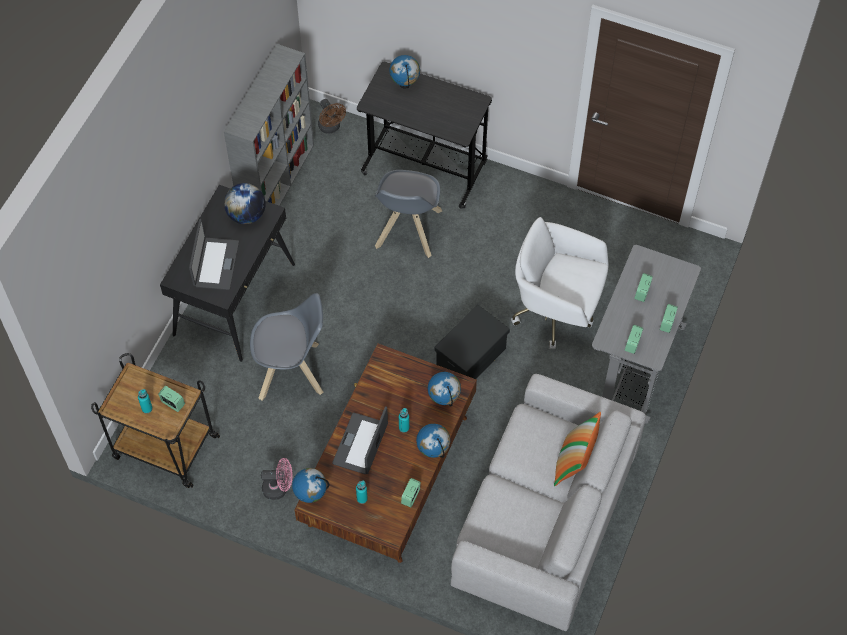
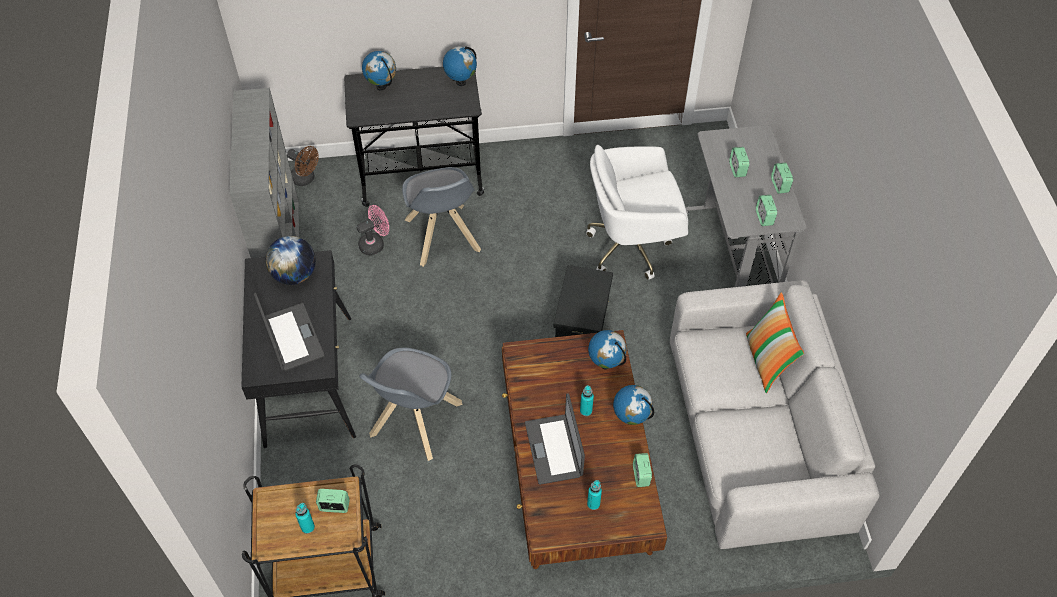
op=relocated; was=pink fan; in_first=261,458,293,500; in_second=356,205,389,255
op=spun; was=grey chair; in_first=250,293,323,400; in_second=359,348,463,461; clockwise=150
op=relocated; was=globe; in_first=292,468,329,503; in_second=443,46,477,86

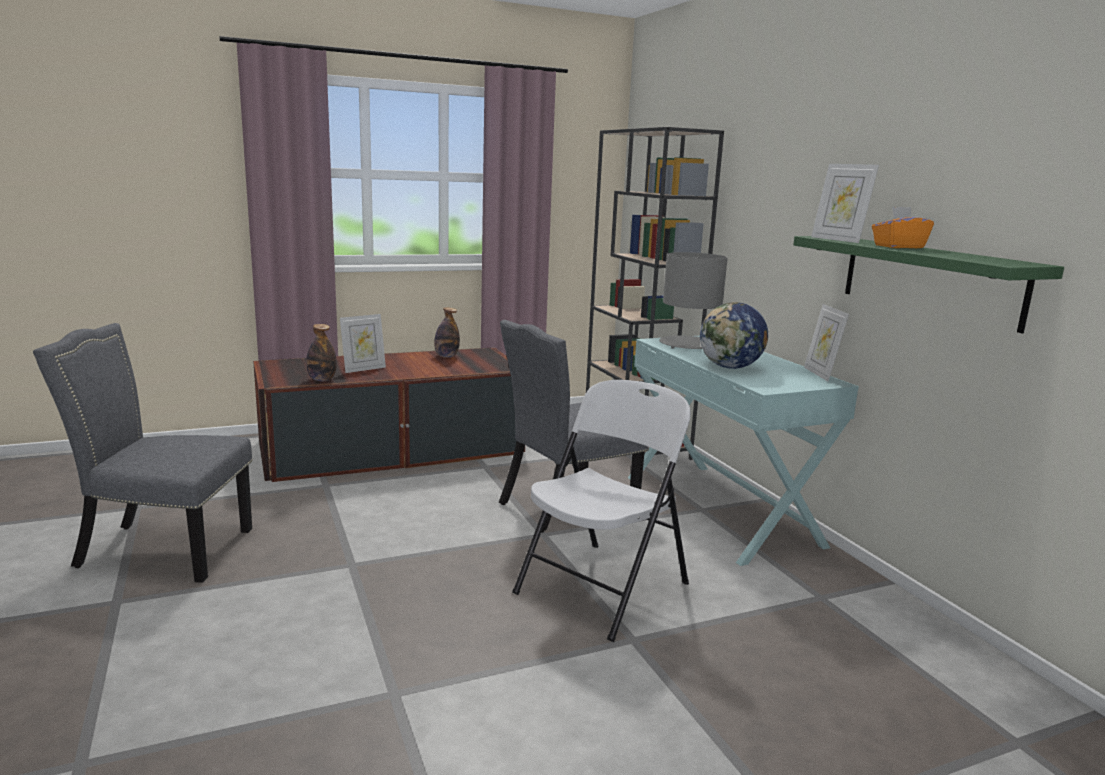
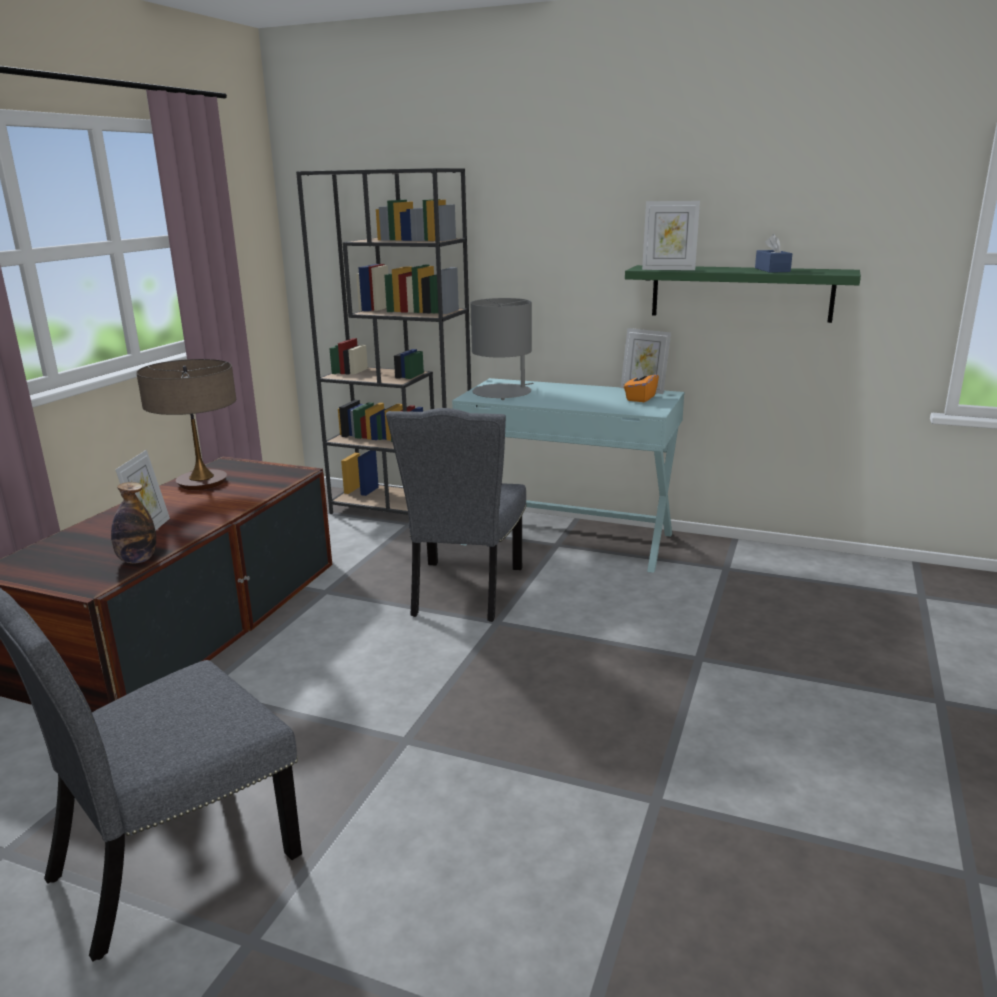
op=exchanged; was=bottle; now=table lamp; in_first=434,307,460,358; in_second=136,359,236,490
op=relocated; was=orange tissue box; in_first=872,207,934,248; in_second=624,367,659,402
op=appeared; now=blue tissue box; in_second=755,234,792,273
op=missing; was=white chair; in_first=512,380,691,642
op=missing; was=globe; in_first=700,302,768,369

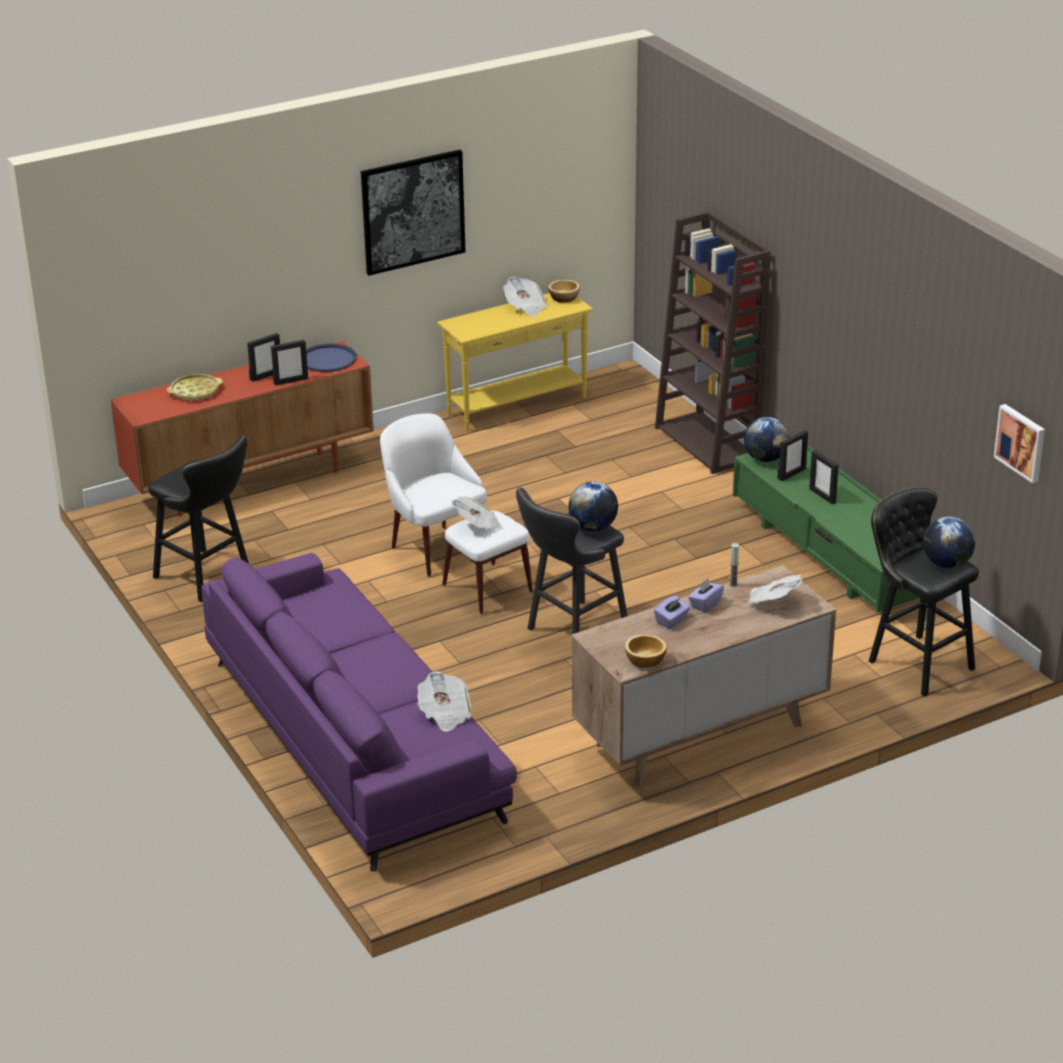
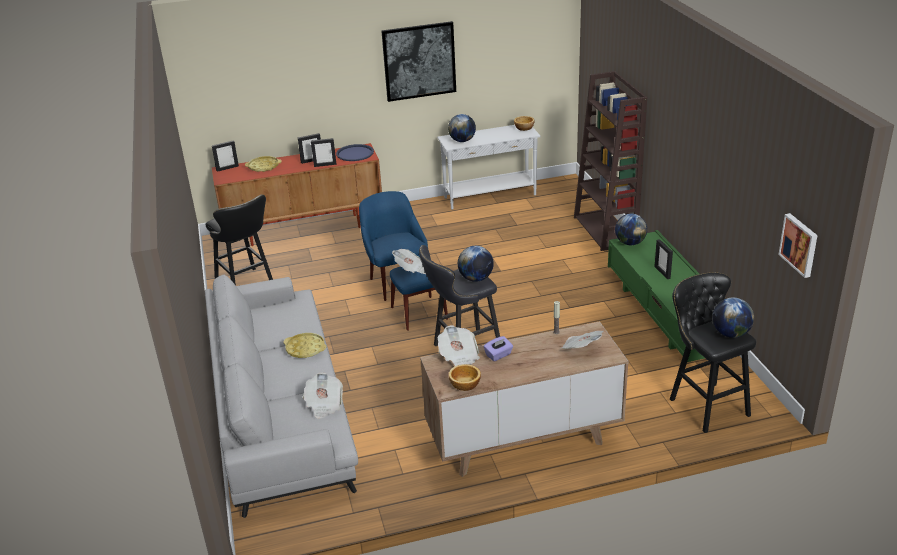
op=colour; was=purple sofa; now=grey sofa; in_first=201,553,517,872; in_second=205,275,358,518
op=relocated; was=picture frame; in_first=777,430,808,481; in_second=212,140,239,172
op=appeared; now=yellow tray; in_second=284,333,326,358
op=colour; was=white armchair; now=blue armchair; in_first=380,413,533,614; in_second=359,191,448,331
op=colour; was=yellow console table; now=white console table; in_first=437,293,593,432; in_second=437,125,541,210
op=relocated; was=newspaper; in_first=503,277,547,317; in_second=438,325,480,366
op=appeared; now=globe; in_second=448,114,476,142
op=missing; was=purple tissue box; in_first=688,579,724,612

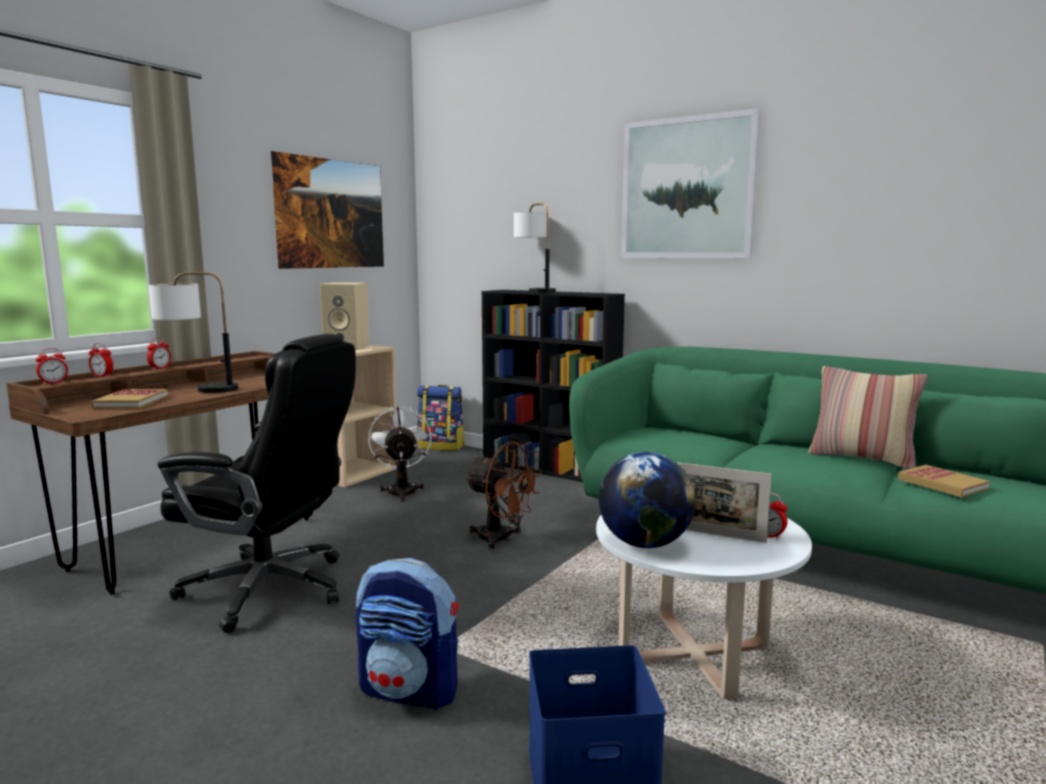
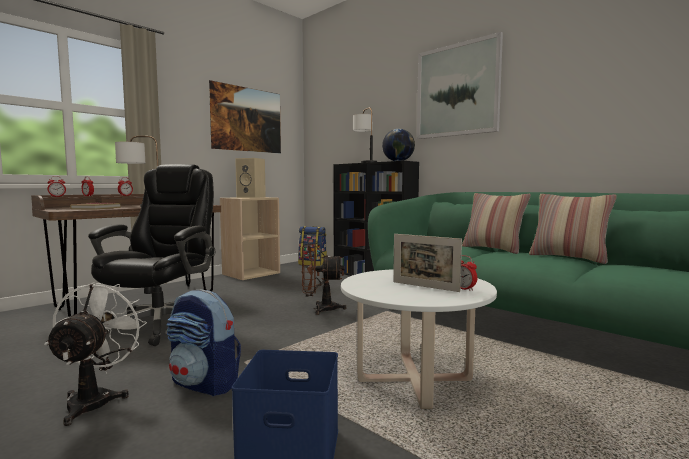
op=relocated; was=white fan; in_first=368,407,432,502; in_second=44,282,147,426
op=spun; was=black office chair; in_first=157,334,356,633; in_second=88,164,215,346; clockwise=-105
op=spun; was=brown fan; in_first=464,442,542,550; in_second=302,243,346,315; clockwise=135
op=relocated; was=globe; in_first=599,452,695,548; in_second=382,129,415,161
op=appeared; now=pillow; in_second=462,193,531,254
op=missing; was=book; in_first=898,465,990,497

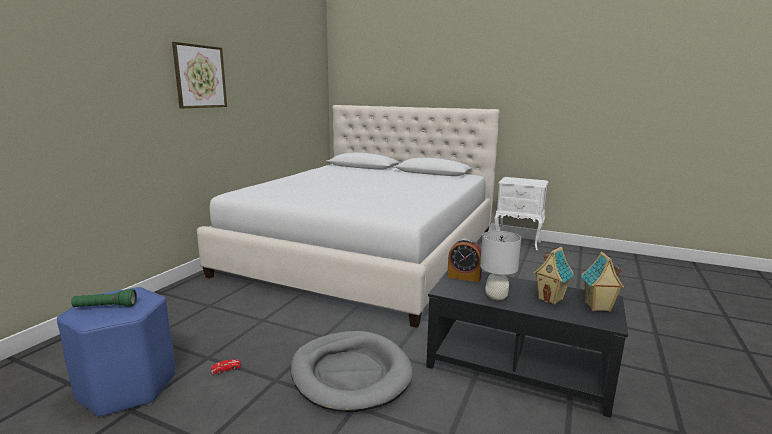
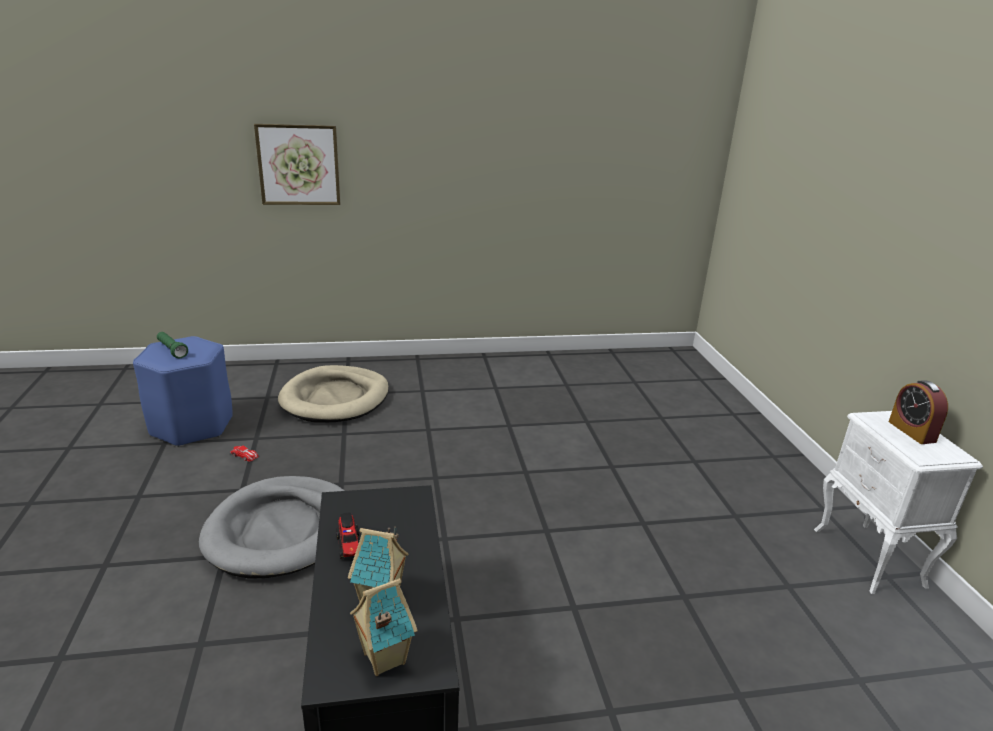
op=relocated; was=picture; in_first=172,42,227,108; in_second=254,124,340,205
op=appeared; now=beige dog bed; in_second=278,365,389,423
op=exchanged; was=grey table lamp; now=toy truck; in_first=480,231,521,300; in_second=336,513,359,559
op=relocated; was=alarm clock; in_first=447,239,482,282; in_second=889,380,948,444
op=missing; was=white bed; in_first=197,105,500,328

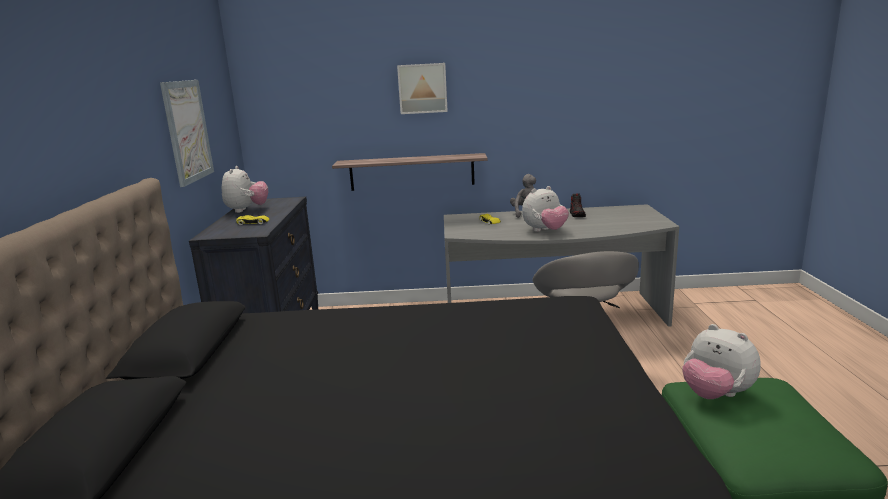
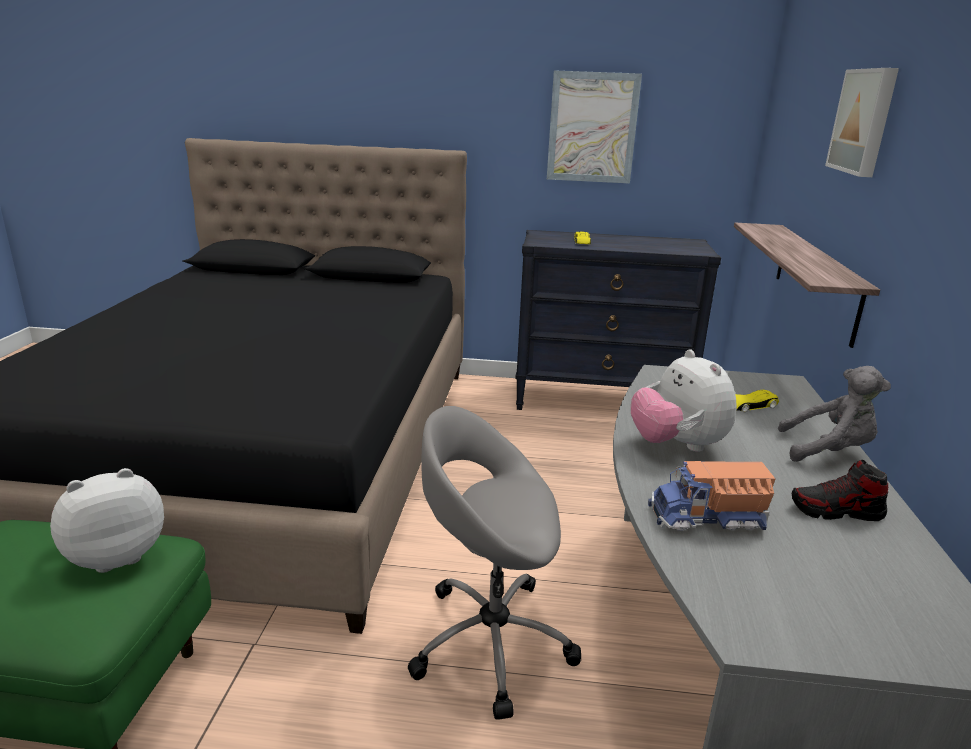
op=appeared; now=toy truck; in_second=648,461,776,531
op=missing; was=plush toy; in_first=222,166,268,213

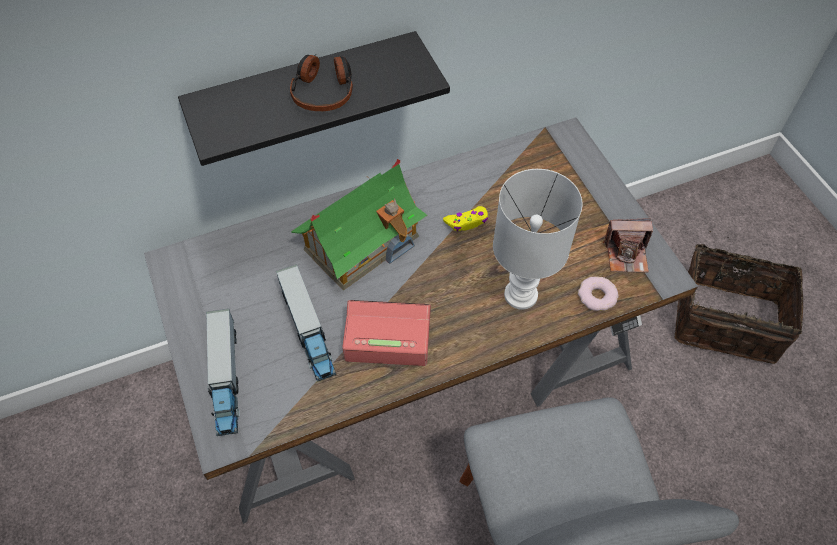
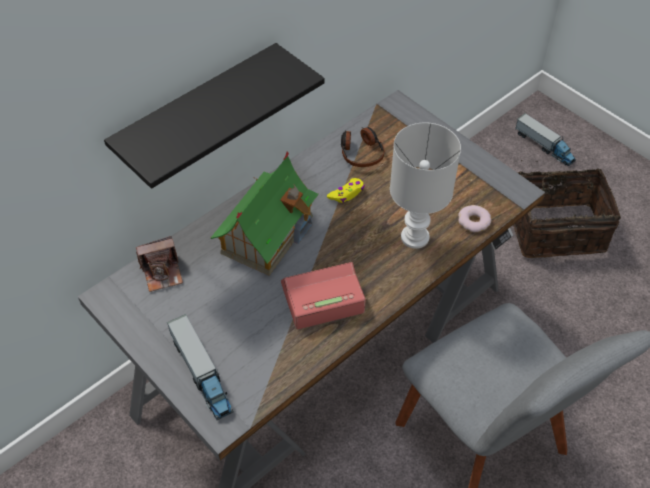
op=relocated; was=photo camera; in_first=603,218,653,273; in_second=136,236,183,292
op=relocated; was=headphones; in_first=290,54,353,111; in_second=341,127,385,167
op=relocated; was=toy truck; in_first=276,264,336,382; in_second=515,113,576,166

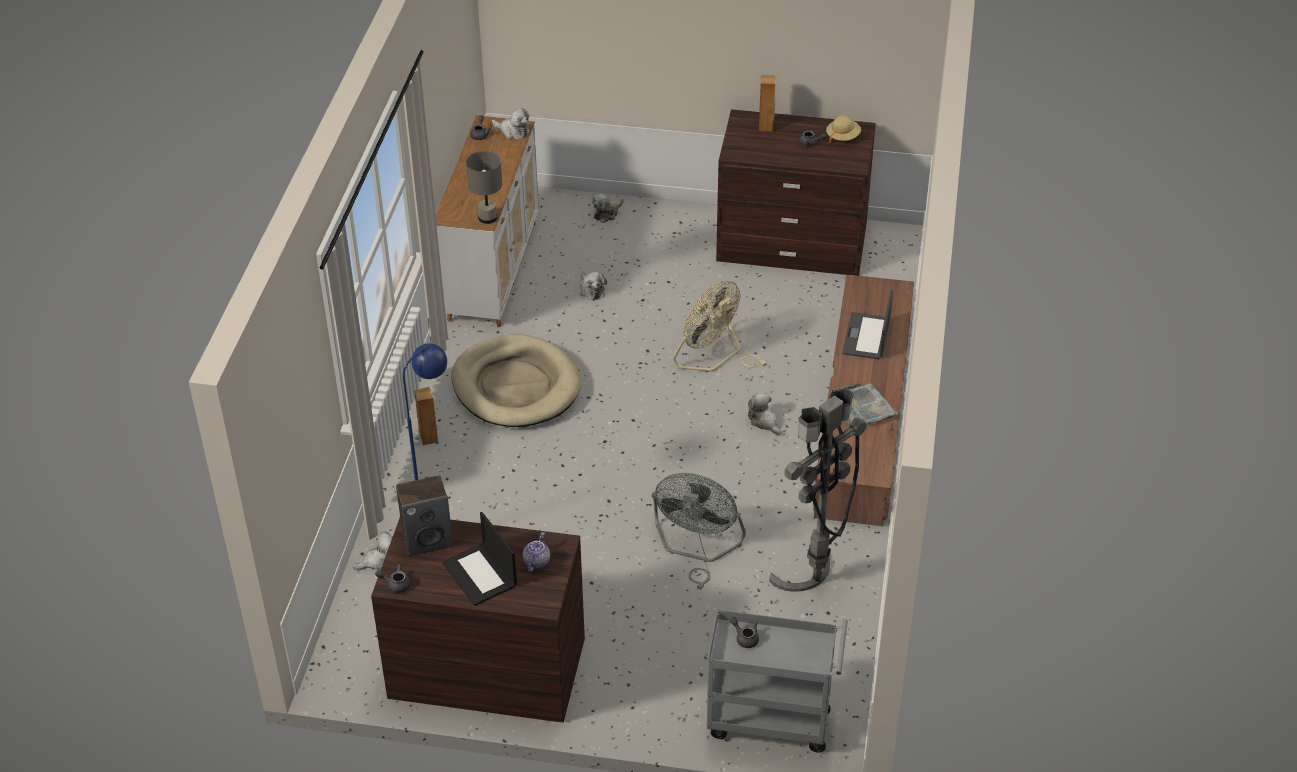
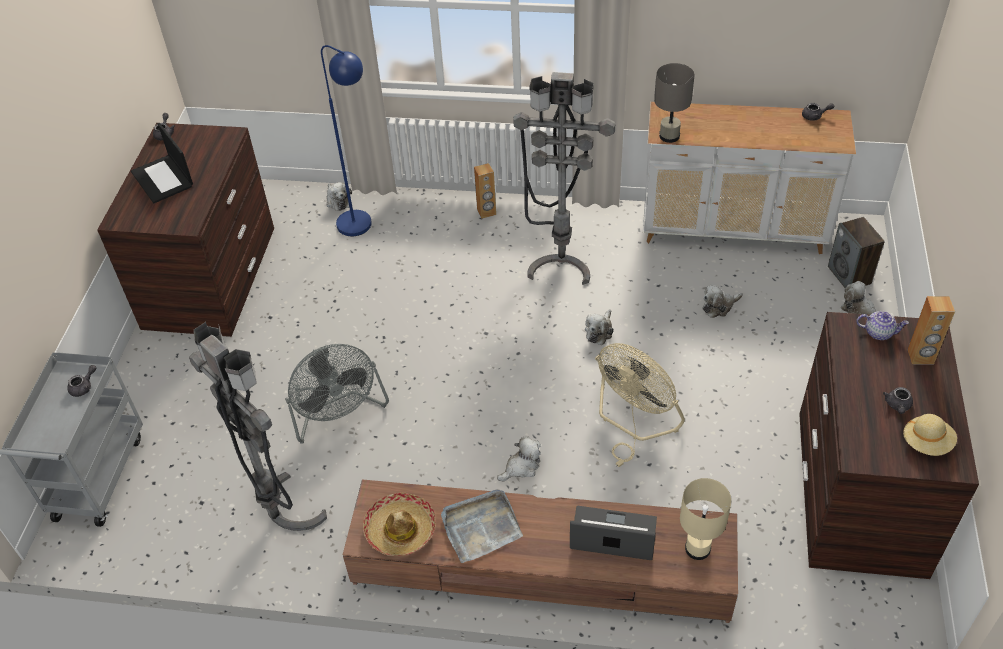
op=spun; was=laptop; in_first=443,512,517,606; in_second=131,123,193,203; clockwise=-90
op=spun; was=grey fan; in_first=651,473,746,590; in_second=285,344,389,444; clockwise=45
op=appeared; now=hat; in_second=363,492,436,556
op=exchanged; was=beige dog bed; now=grey floor lamp; in_first=452,334,581,427; in_second=513,72,615,285
op=relocated; was=plush toy; in_first=492,108,530,139; in_second=585,309,614,345
op=appeared; now=beige table lamp; in_second=680,478,731,560
op=relocated; was=speaker; in_first=396,475,453,556; in_second=828,217,885,288
op=relocated; was=teapot; in_first=523,532,550,572; in_second=857,311,909,340

